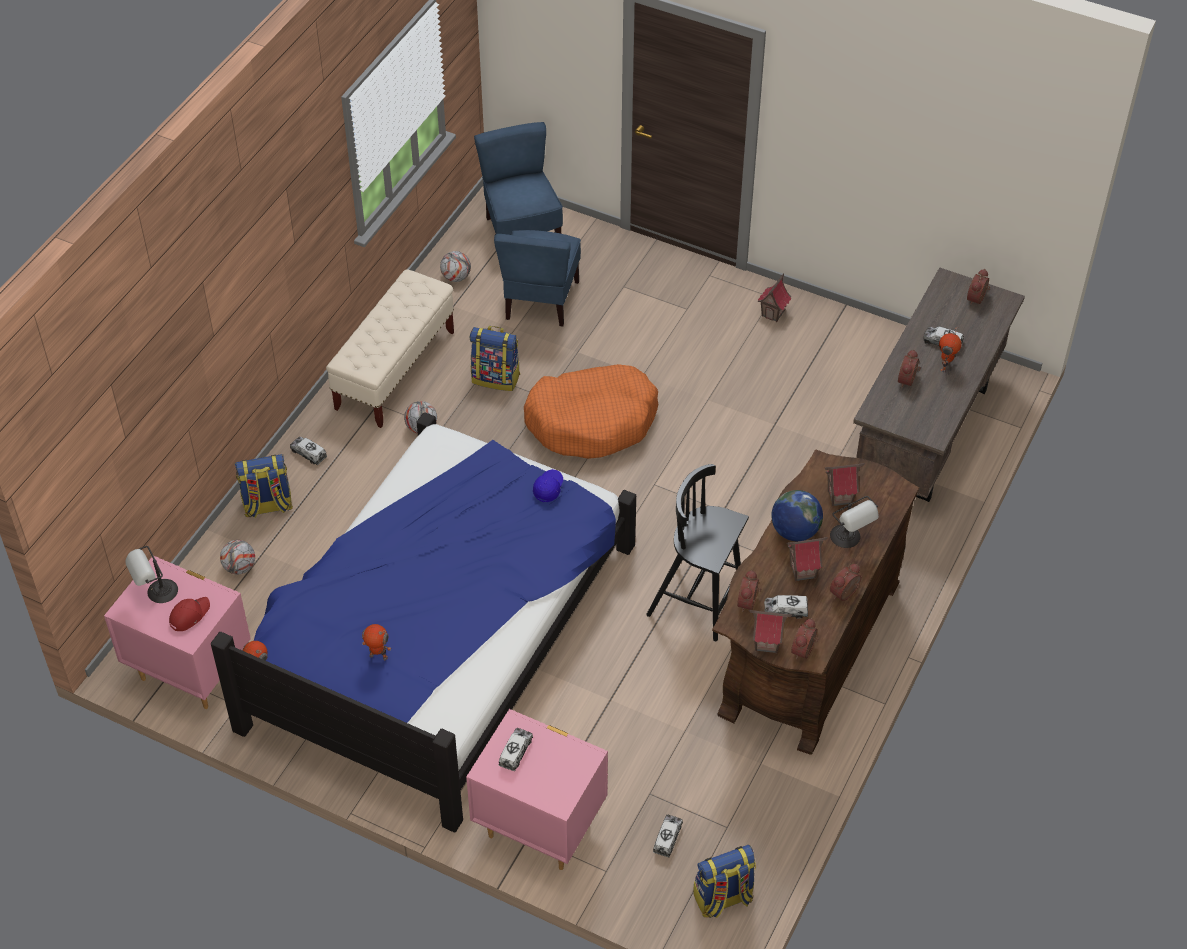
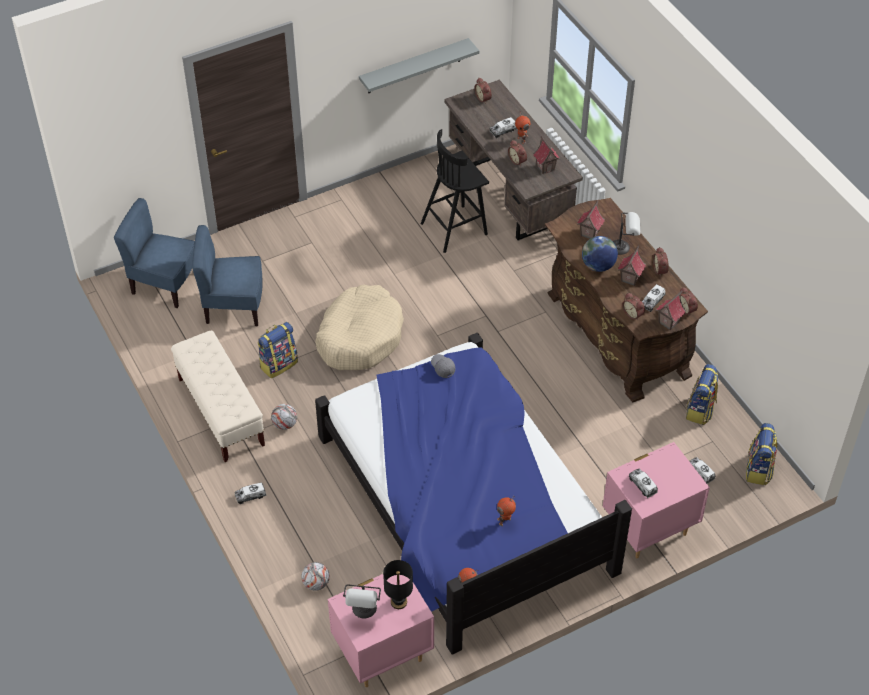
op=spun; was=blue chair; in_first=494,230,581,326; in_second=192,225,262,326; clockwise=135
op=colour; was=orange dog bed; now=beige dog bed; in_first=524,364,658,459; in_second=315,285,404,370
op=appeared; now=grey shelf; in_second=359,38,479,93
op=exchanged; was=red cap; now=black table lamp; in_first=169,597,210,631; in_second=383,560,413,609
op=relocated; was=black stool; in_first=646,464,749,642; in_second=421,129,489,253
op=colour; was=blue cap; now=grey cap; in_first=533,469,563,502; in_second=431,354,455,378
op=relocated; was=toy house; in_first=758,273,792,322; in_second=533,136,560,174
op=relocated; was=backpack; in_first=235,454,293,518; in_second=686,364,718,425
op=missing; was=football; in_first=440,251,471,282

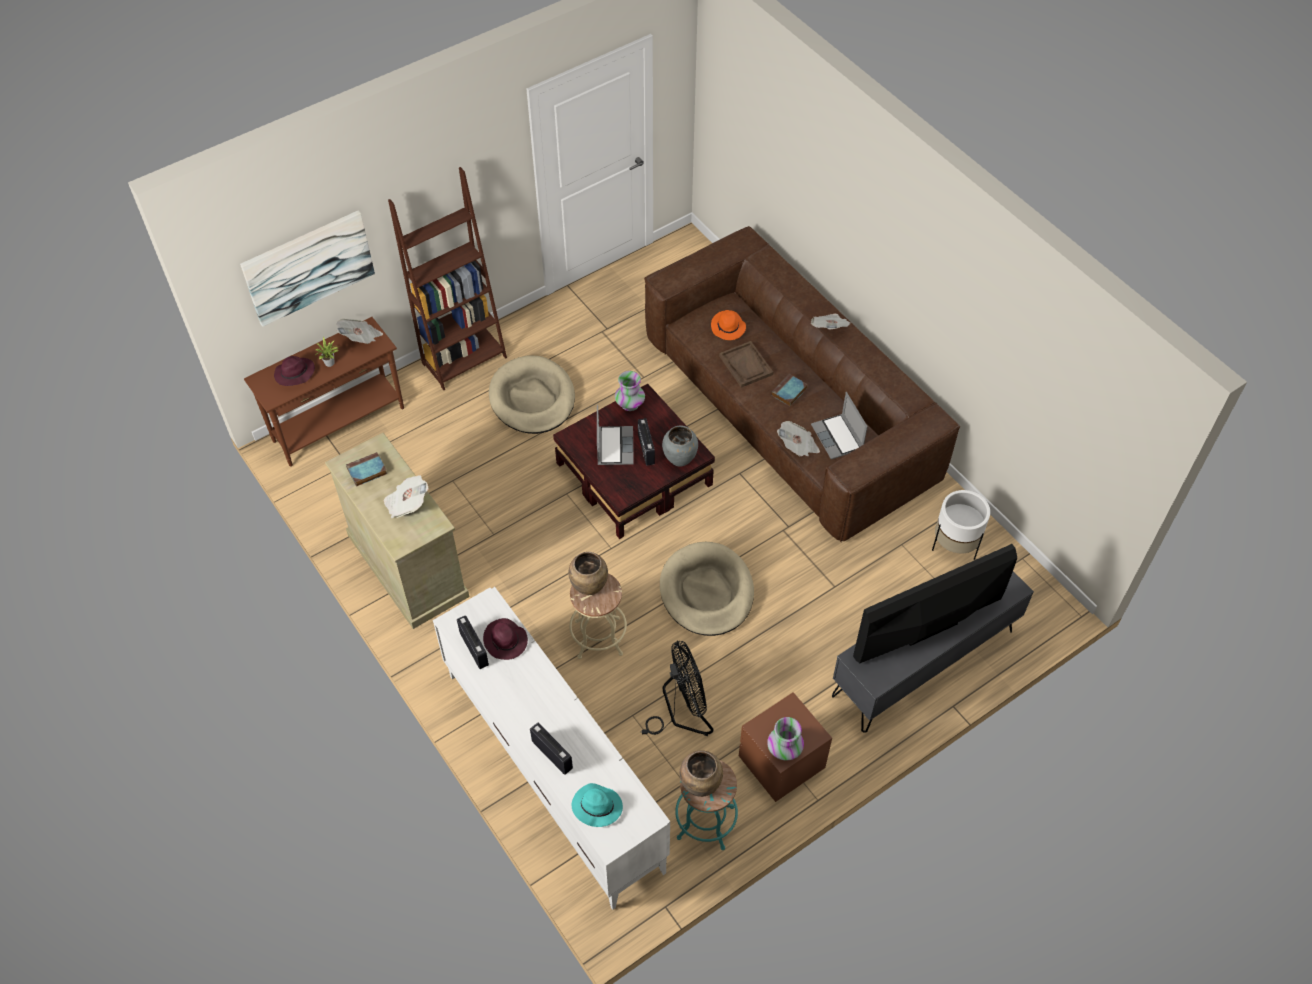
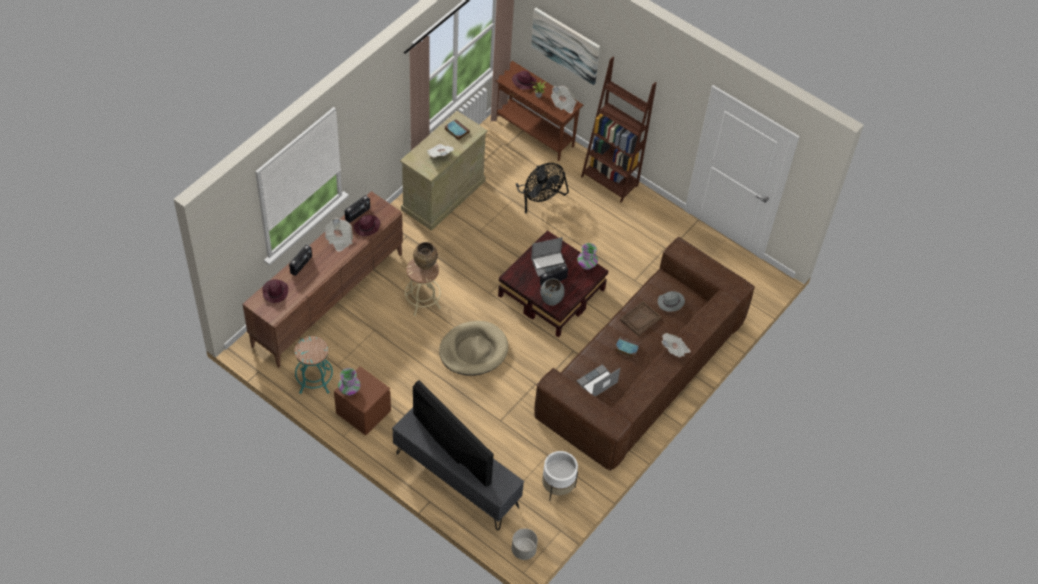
op=colour; was=white cabinet; now=brown cabinet; in_first=433,586,670,910; in_second=242,191,403,368
op=colour; was=turquoise hat; now=purple hat; in_first=572,783,623,827; in_second=263,279,288,303
op=relocated; was=newspaper; in_first=777,421,820,456; in_second=325,218,353,252
op=appeared; now=grey planter; in_second=512,528,538,560
op=relocated; was=black fan; in_first=640,641,713,736; in_second=516,163,569,213
op=colour; was=orange hat; now=grey hat; in_first=711,310,746,340; in_second=658,291,685,312
op=missing; was=beige dog bed; in_first=489,355,575,434
op=missing; was=brown vase; in_first=680,750,723,797

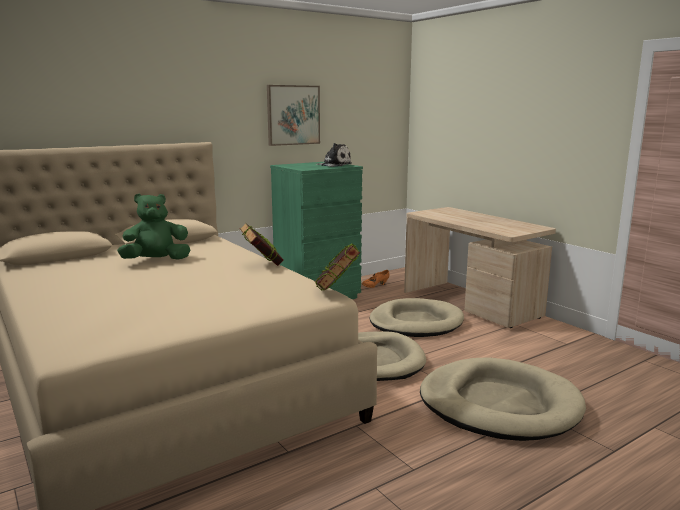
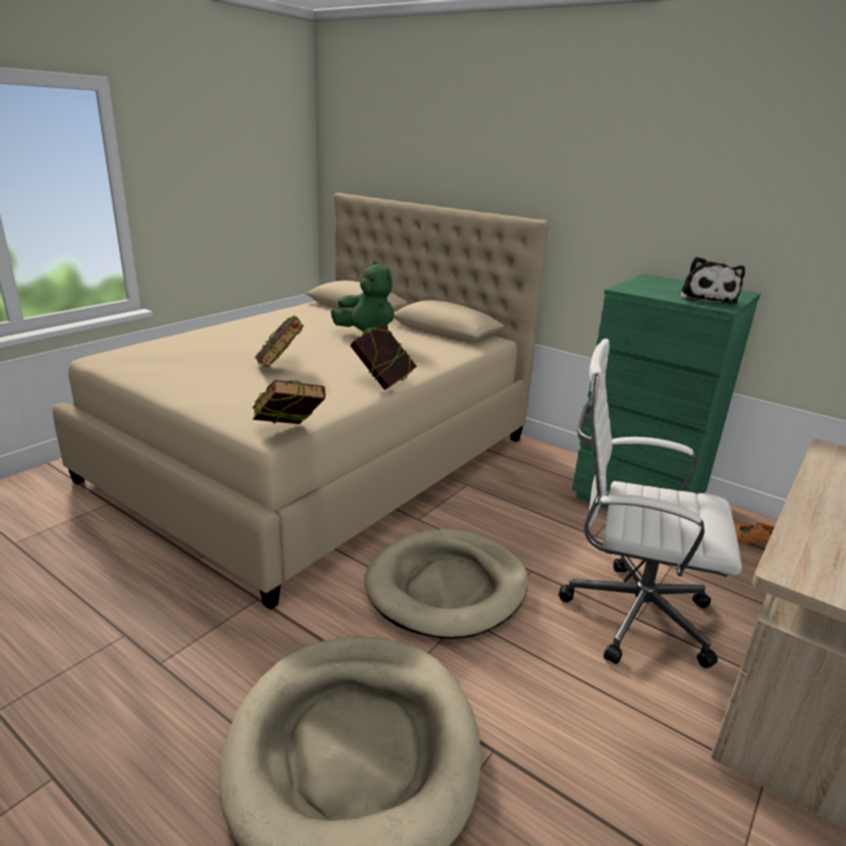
op=appeared; now=book; in_second=254,316,304,367
op=exchanged; was=beige dog bed; now=white office chair; in_first=369,298,464,337; in_second=559,339,742,668
op=missing; was=picture; in_first=267,85,320,146

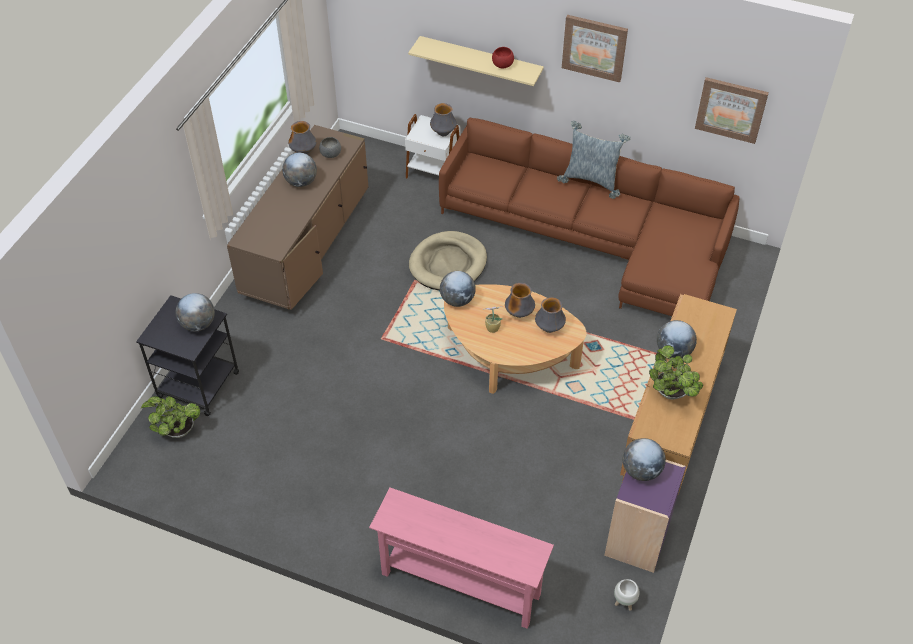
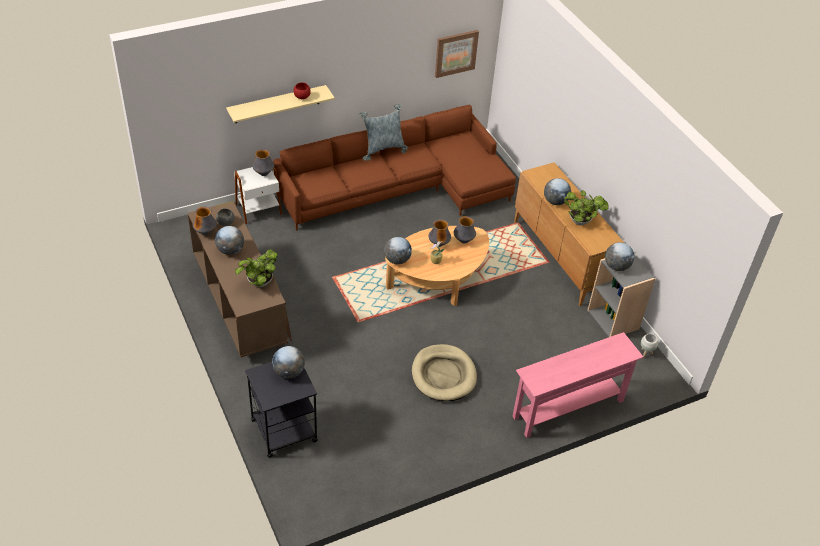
op=relocated; was=potted plant; in_first=141,396,200,438; in_second=235,249,277,287
op=relocated; was=beige dog bed; in_first=409,231,487,290; in_second=412,344,477,401
op=colour; was=purple bookcase; now=grey bookcase; in_first=604,460,686,573; in_second=587,254,656,337
op=missing; was=picture; in_first=562,15,628,82

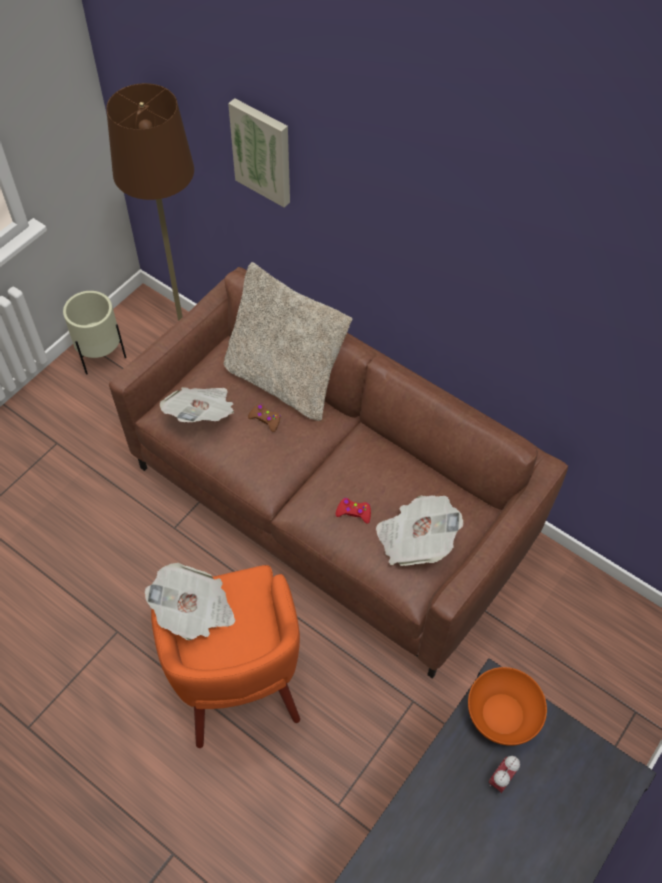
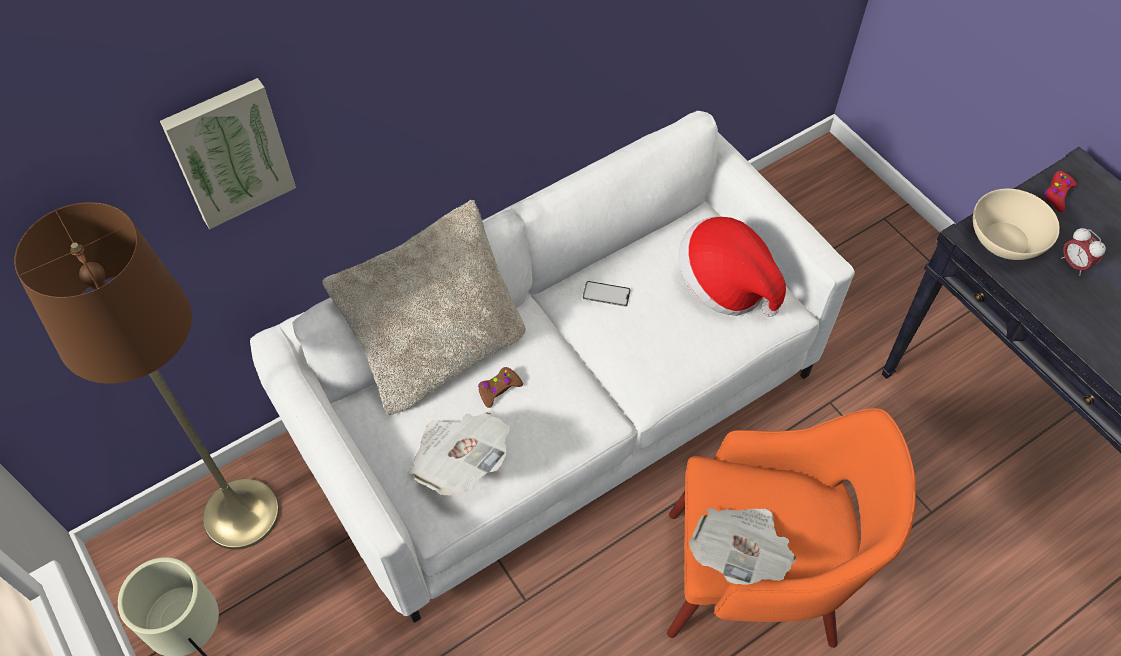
op=colour; was=brown sofa; now=white sofa; in_first=109,267,568,679; in_second=250,111,855,623
op=appeared; now=phone; in_second=583,281,631,307
op=exchanged; was=newspaper; now=hat; in_first=376,495,463,566; in_second=679,216,786,317
op=colour; was=orange bowl; now=beige bowl; in_first=468,667,547,746; in_second=973,189,1060,260
op=relocated; was=red game controller; in_first=336,498,371,524; in_second=1044,171,1077,212

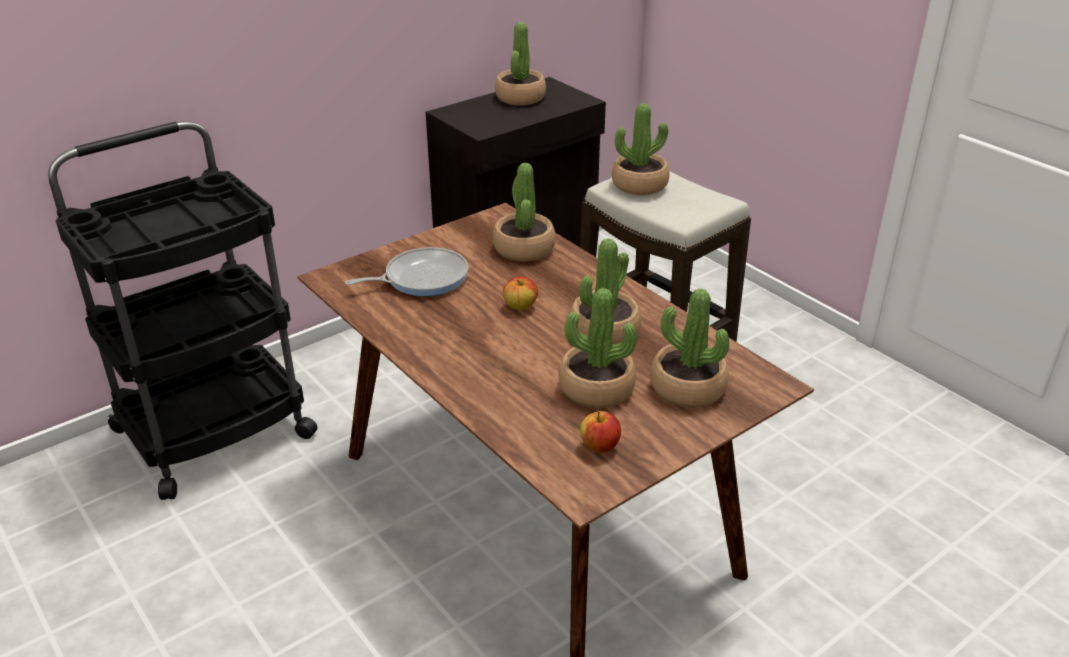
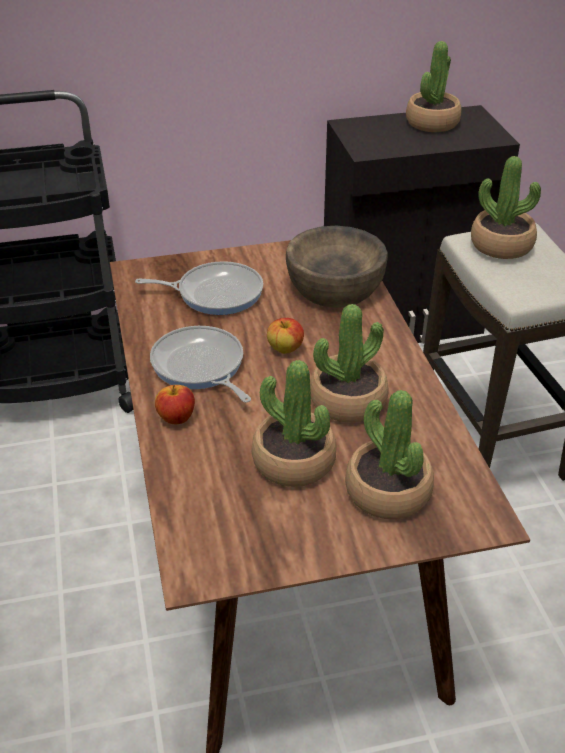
op=appeared; now=frying pan; in_second=150,326,251,403
op=relocated; was=apple; in_first=580,411,621,453; in_second=155,385,195,424
op=exchanged; was=potted plant; now=brown bowl; in_first=493,163,555,262; in_second=286,226,388,308

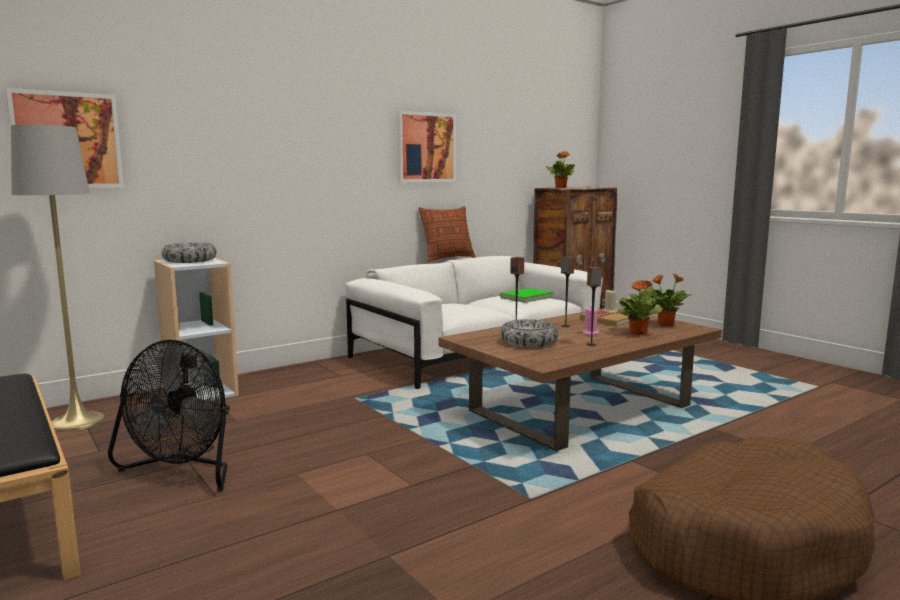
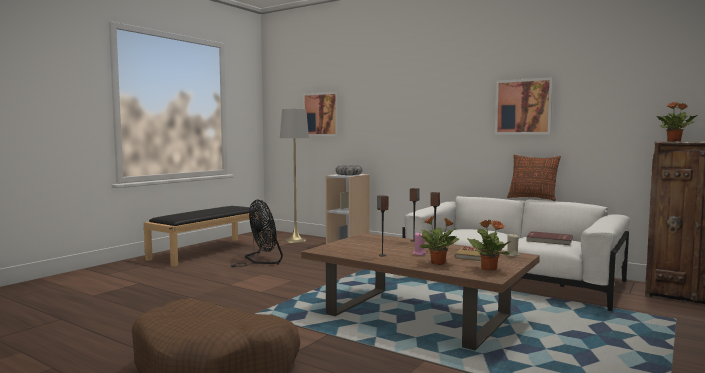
op=spun; was=black fan; in_first=108,340,230,492; in_second=231,199,283,267; clockwise=150
op=colour; was=green book; now=red book; in_first=500,288,554,303; in_second=526,231,573,245
op=missing; was=bowl; in_first=500,319,559,347

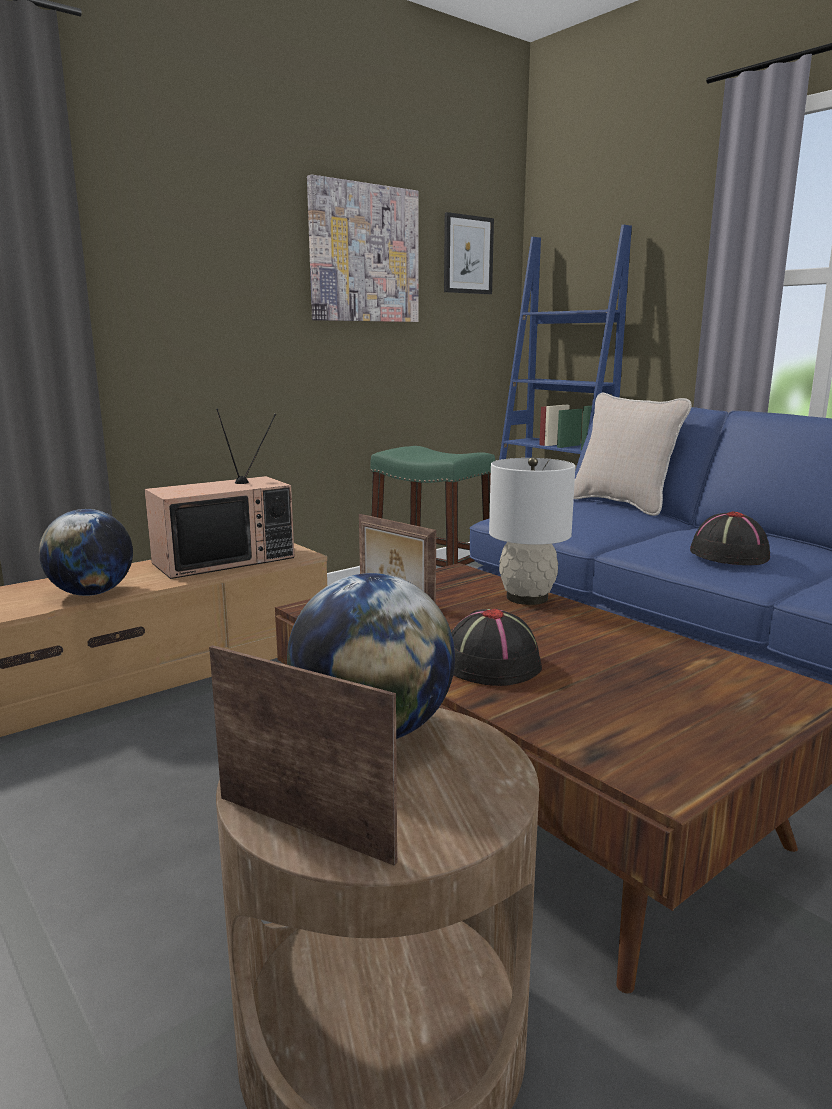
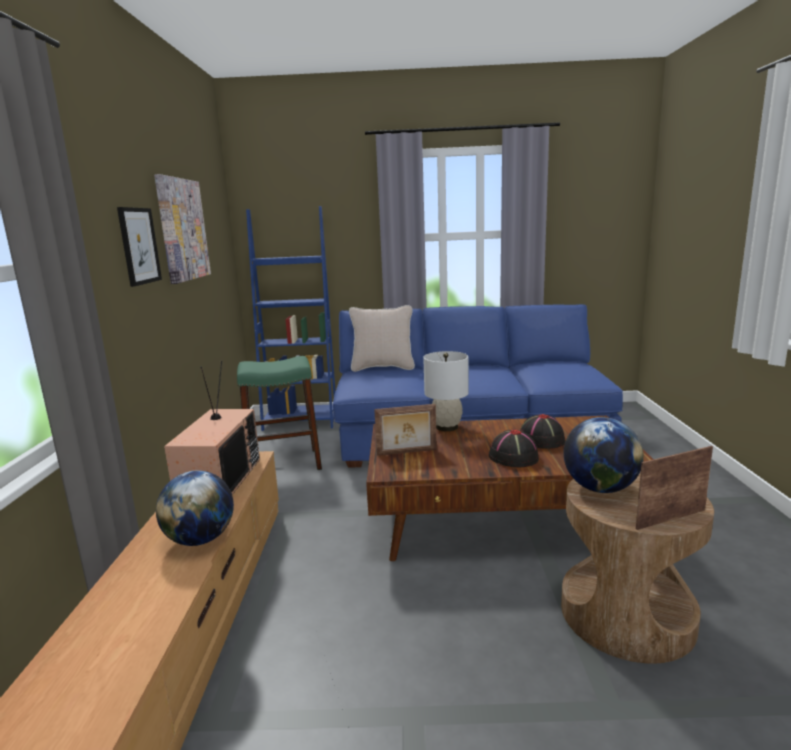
op=relocated; was=picture; in_first=444,212,494,294; in_second=117,207,162,287
op=relocated; was=black hat; in_first=690,511,770,565; in_second=520,414,565,449

